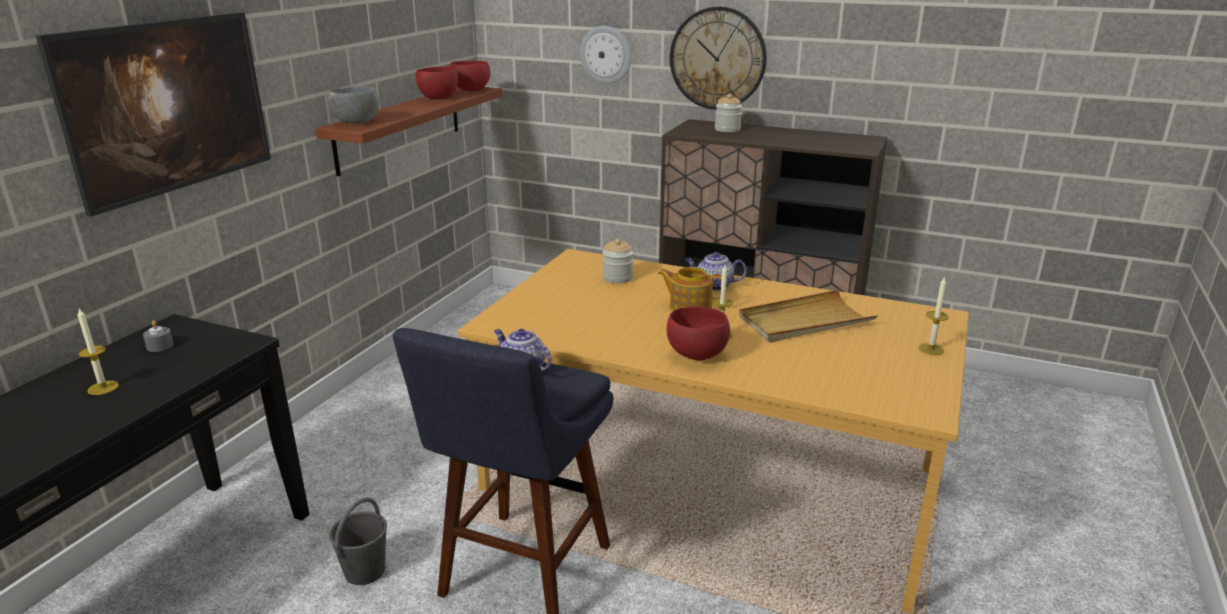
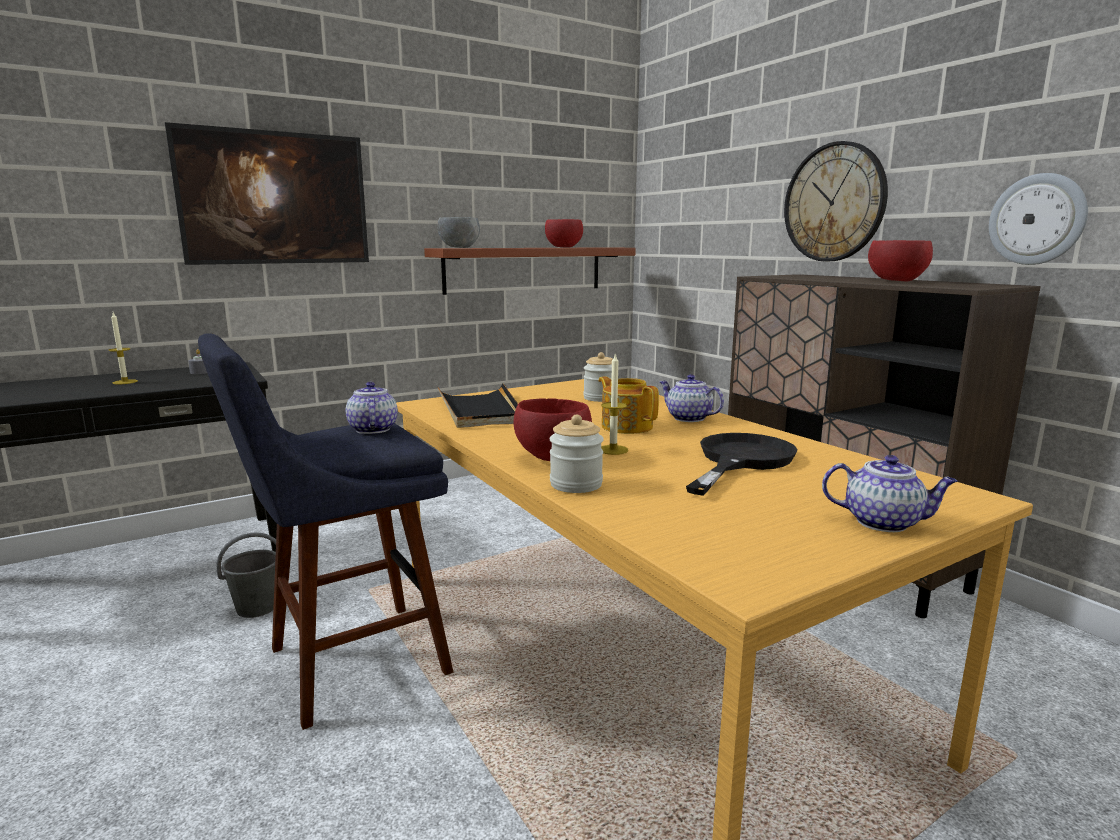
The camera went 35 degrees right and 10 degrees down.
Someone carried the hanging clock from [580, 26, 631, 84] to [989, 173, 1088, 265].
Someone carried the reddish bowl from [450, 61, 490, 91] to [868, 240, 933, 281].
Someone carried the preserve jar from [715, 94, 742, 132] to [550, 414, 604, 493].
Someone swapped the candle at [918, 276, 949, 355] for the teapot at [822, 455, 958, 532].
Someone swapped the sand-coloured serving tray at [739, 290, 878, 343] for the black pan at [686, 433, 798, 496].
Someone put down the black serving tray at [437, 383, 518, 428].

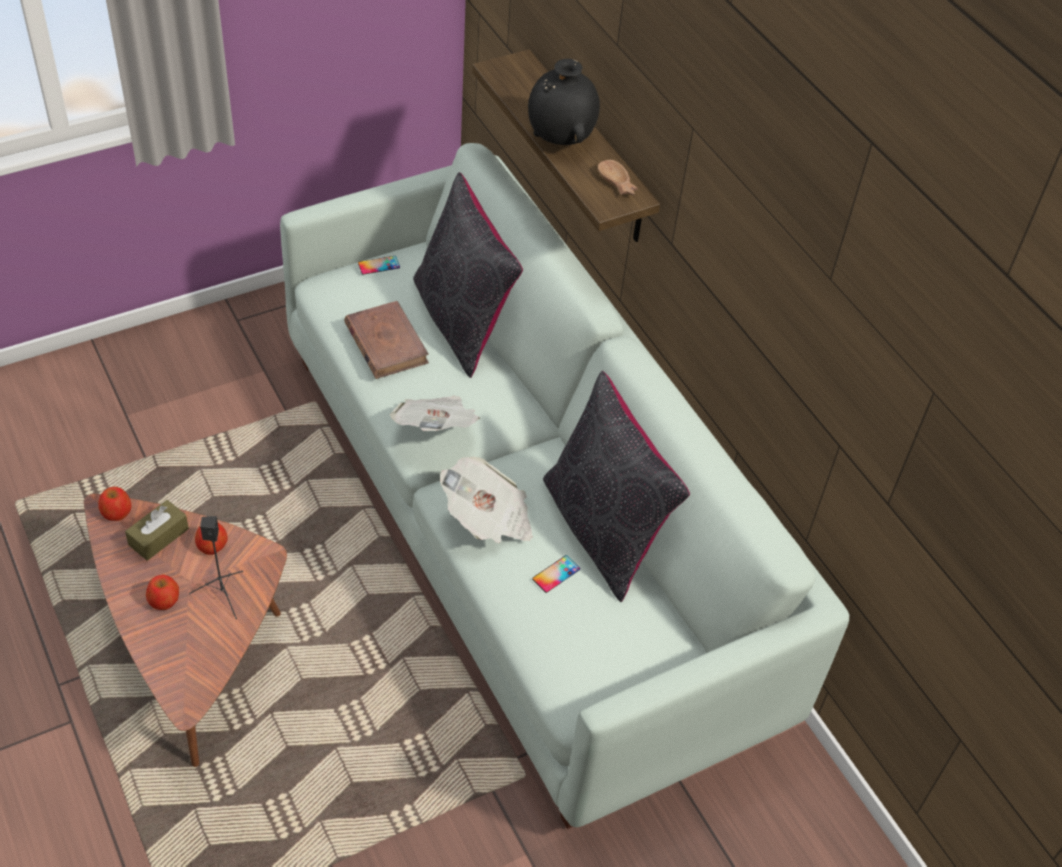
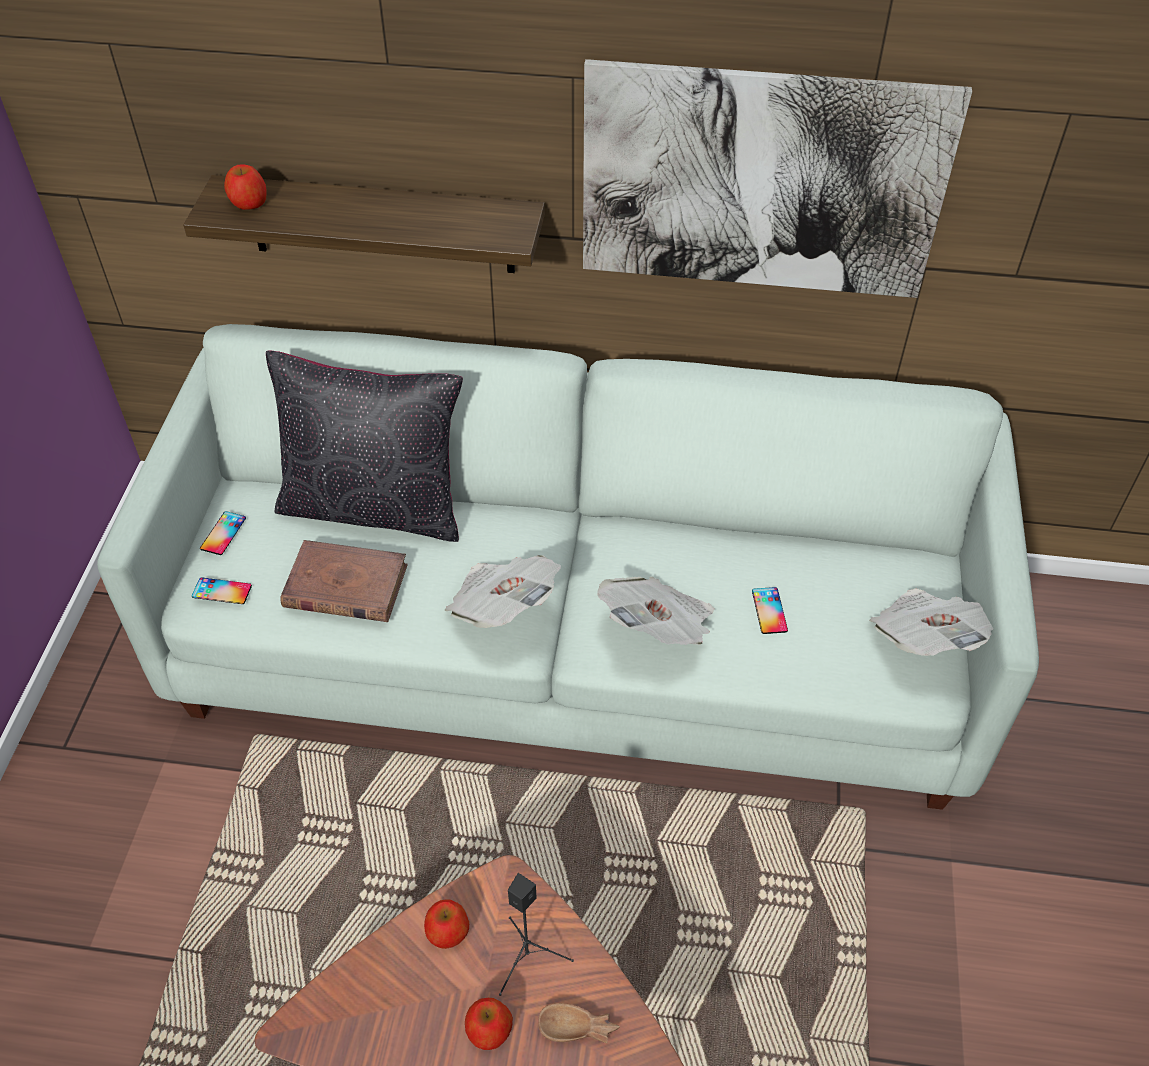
The camera went 50 degrees left and 0 degrees up.
Someone took away the black decorative vase at [528, 59, 600, 145].
Someone carried the brown-coloured bowl from [598, 160, 638, 195] to [538, 1003, 620, 1043].
Someone took away the black pillow at [543, 371, 690, 602].
Someone carried the apple fruit from [98, 487, 131, 521] to [224, 164, 267, 210].
Someone took away the brown-coloured tissue box at [125, 500, 189, 561].
Someone put up the wall art at [583, 59, 972, 298].
Someone put down the telephone at [192, 577, 252, 604].
Someone put down the daily paper at [869, 589, 993, 656].

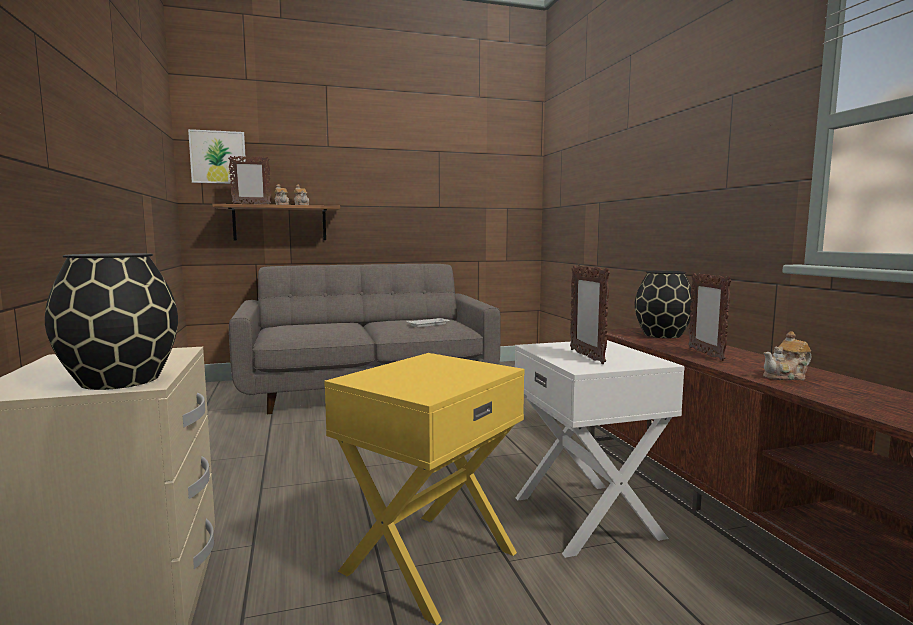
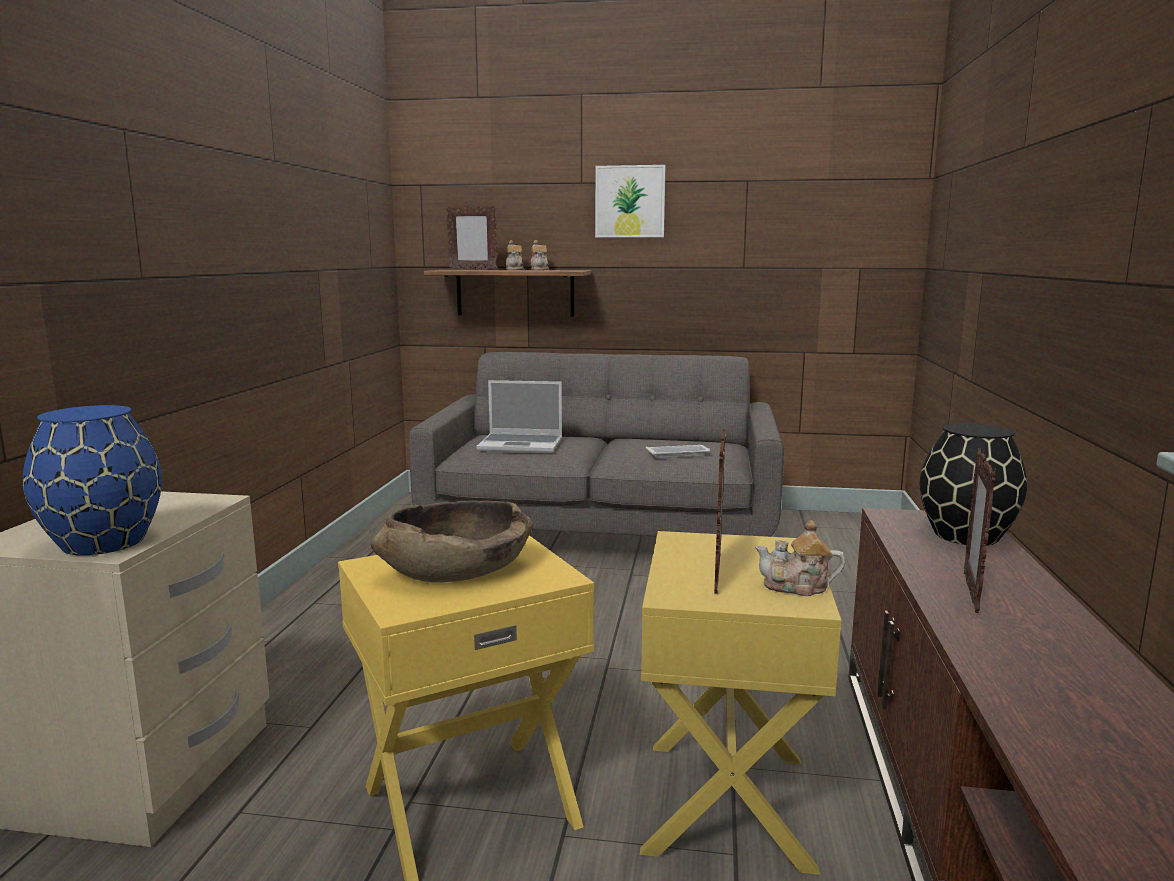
The camera went 25 degrees right and 5 degrees up.
Someone carried the wall art from [188, 129, 246, 184] to [595, 165, 666, 238].
Someone repainted the black decorative vase at [45, 253, 178, 390], which became the blue-coloured decorative vase at [22, 405, 162, 555].
Someone carried the teapot from [763, 331, 811, 380] to [755, 520, 845, 596].
Someone repainted the whitish side table at [515, 340, 685, 558], which became the yellow side table at [640, 531, 842, 875].
Someone put down the portable computer at [476, 380, 562, 453].
Someone put down the brown-coloured bowl at [371, 500, 533, 583].

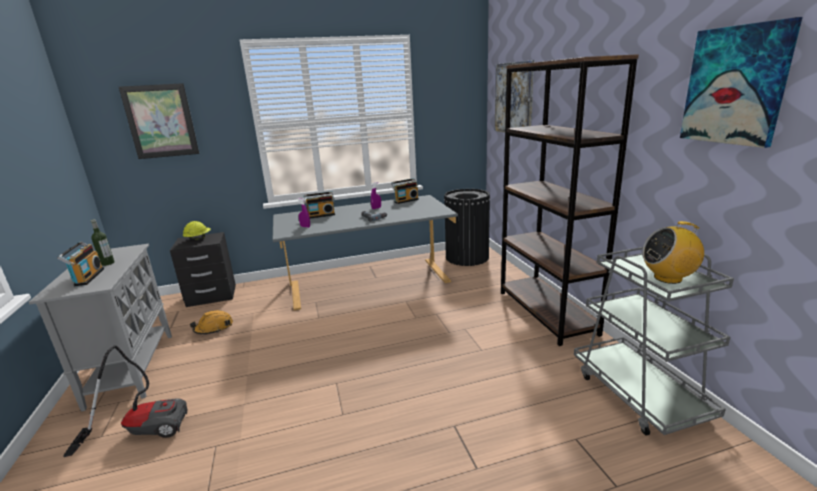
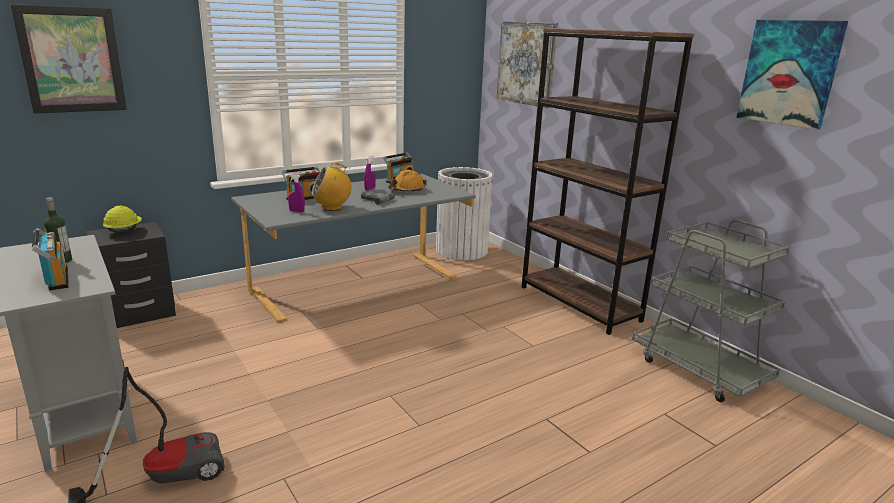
The camera went 20 degrees left and 0 degrees up.
Someone repainted the black waste bin at [444, 189, 490, 266], which became the whitish waste bin at [436, 167, 493, 260].
Someone carried the radio receiver from [642, 221, 704, 284] to [312, 162, 352, 211].
Someone carried the orangey safety helmet from [190, 310, 233, 334] to [388, 170, 427, 192].

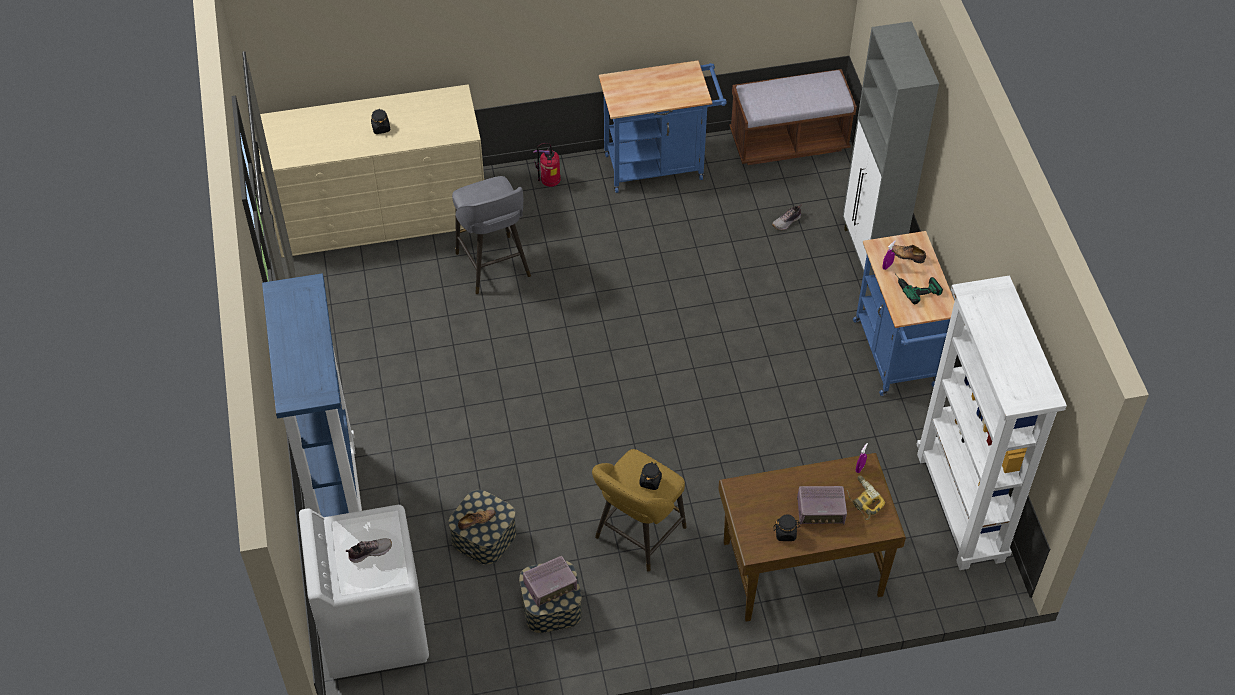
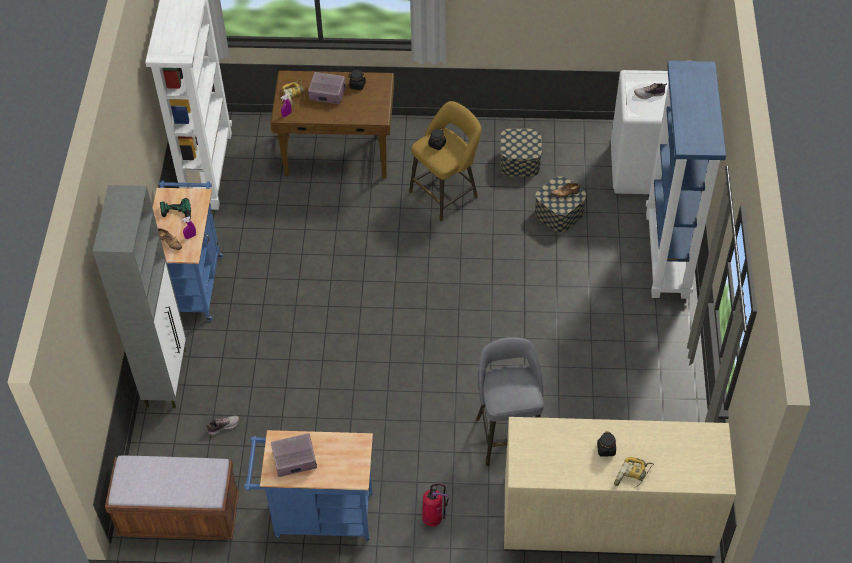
The camera went 165 degrees left and 0 degrees up.
Someone carried the radio receiver from [523, 556, 577, 607] to [271, 433, 317, 477].
Someone put down the electric drill at [614, 457, 654, 489].

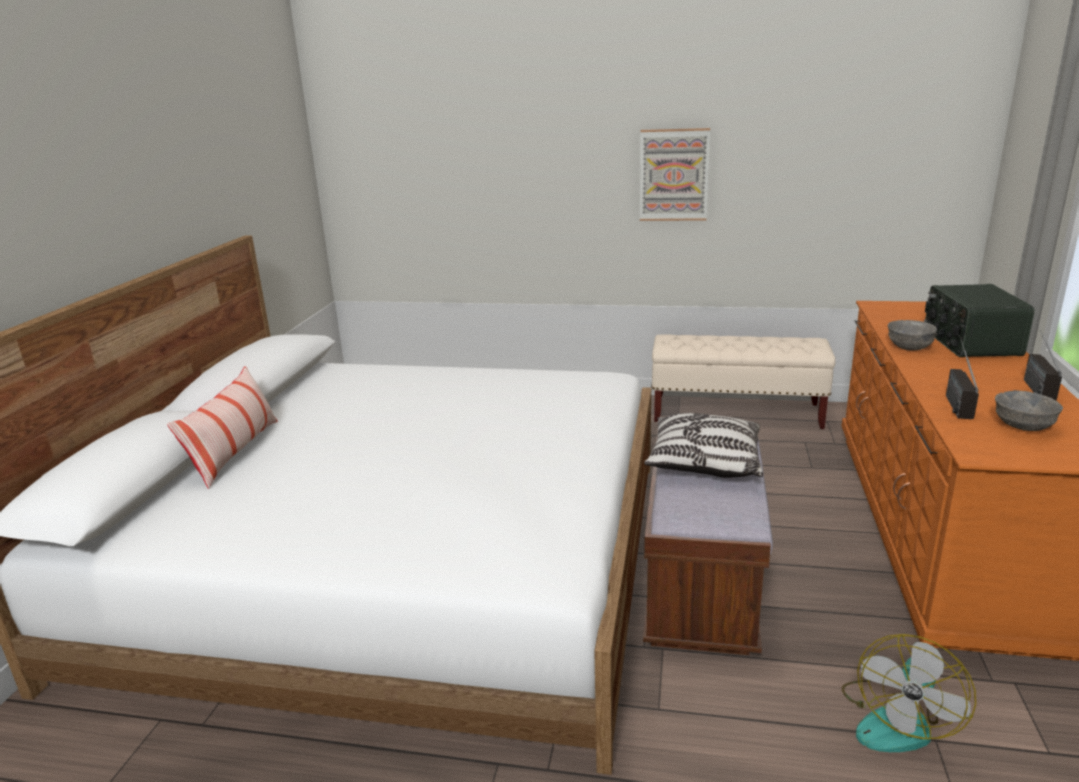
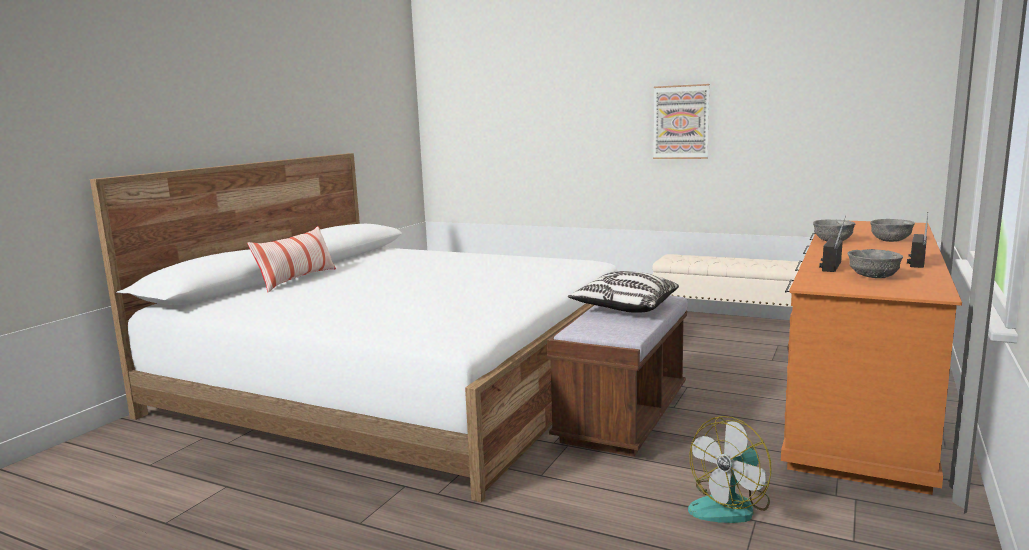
The camera went 15 degrees right and 10 degrees down.
Someone swapped the radio receiver at [924, 284, 1035, 357] for the greyish bowl at [870, 219, 915, 242].

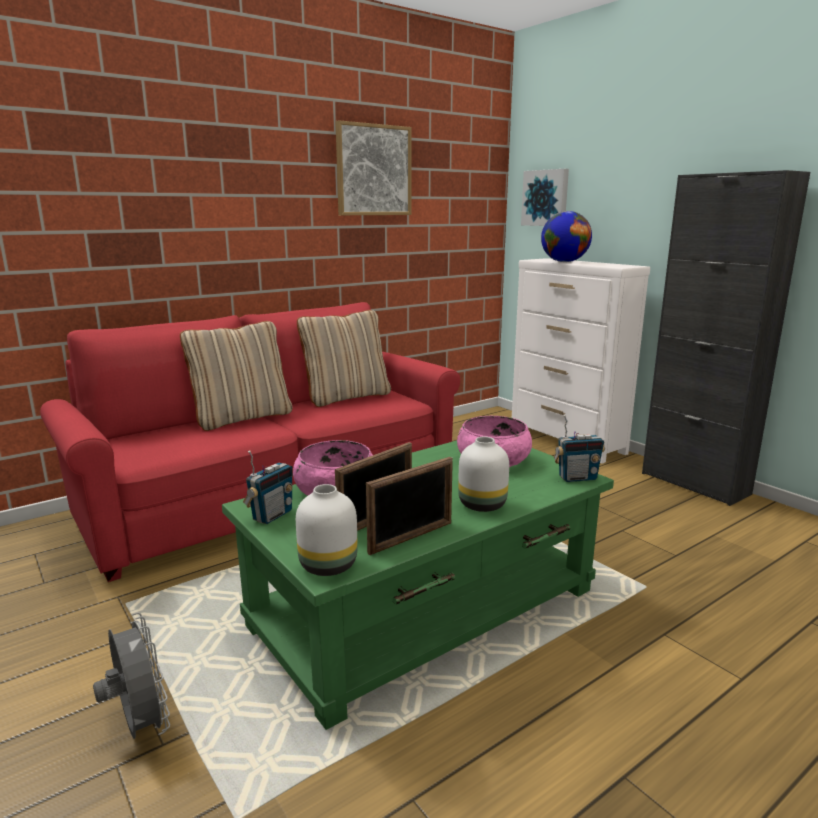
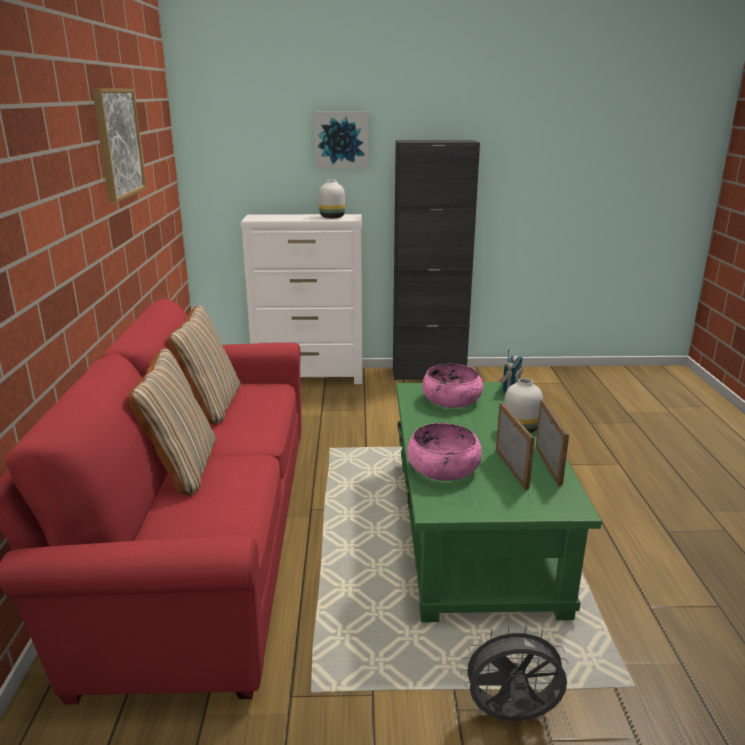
The camera went 55 degrees left and 5 degrees up.
Someone carried the wall art from [521, 169, 569, 226] to [314, 112, 368, 168].
Someone took away the globe at [541, 211, 592, 262].
Someone took away the radio receiver at [243, 450, 293, 524].
Someone carried the whitish decorative vase from [296, 484, 357, 576] to [319, 180, 345, 218].

